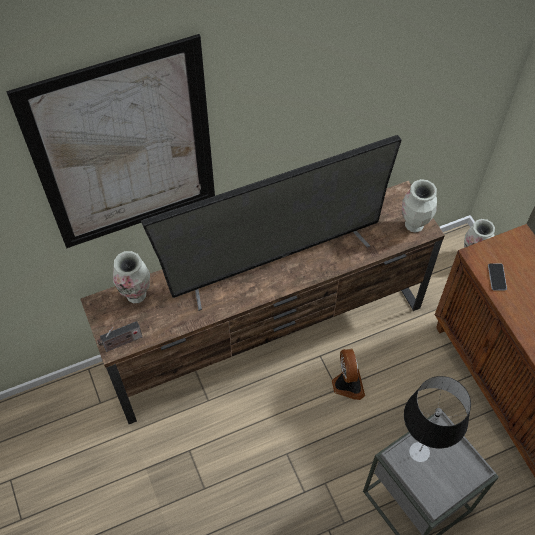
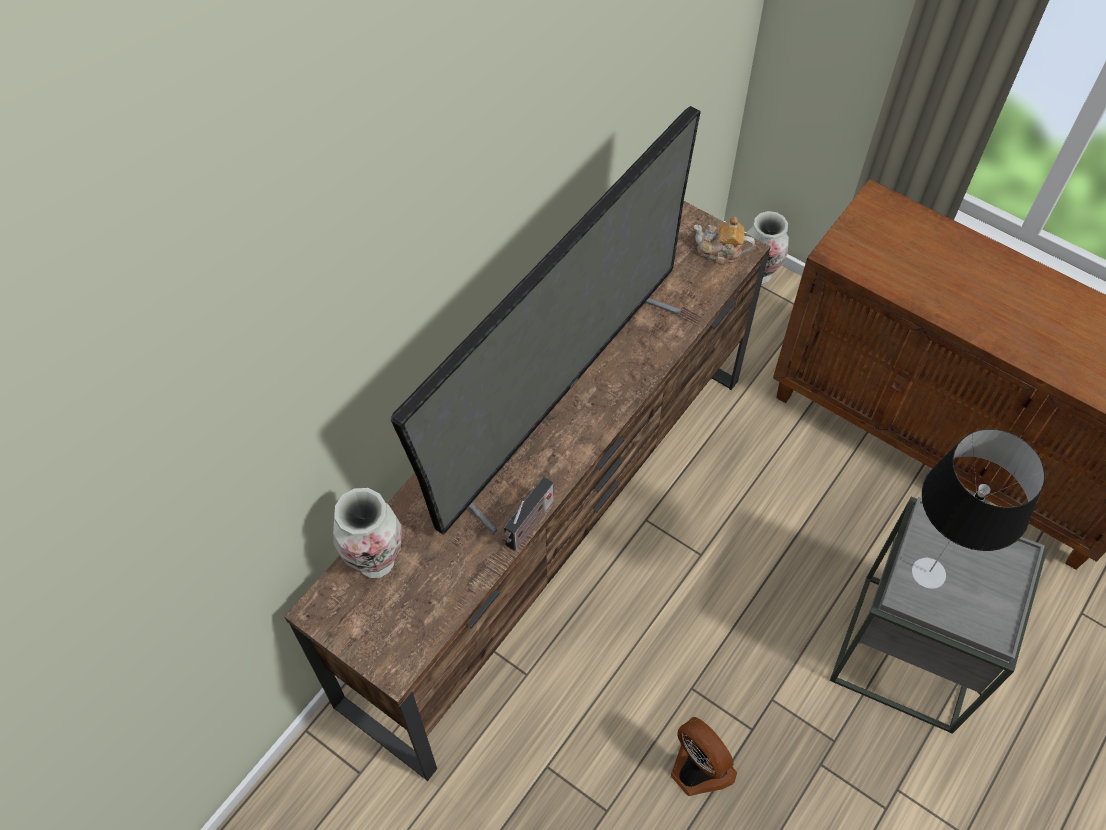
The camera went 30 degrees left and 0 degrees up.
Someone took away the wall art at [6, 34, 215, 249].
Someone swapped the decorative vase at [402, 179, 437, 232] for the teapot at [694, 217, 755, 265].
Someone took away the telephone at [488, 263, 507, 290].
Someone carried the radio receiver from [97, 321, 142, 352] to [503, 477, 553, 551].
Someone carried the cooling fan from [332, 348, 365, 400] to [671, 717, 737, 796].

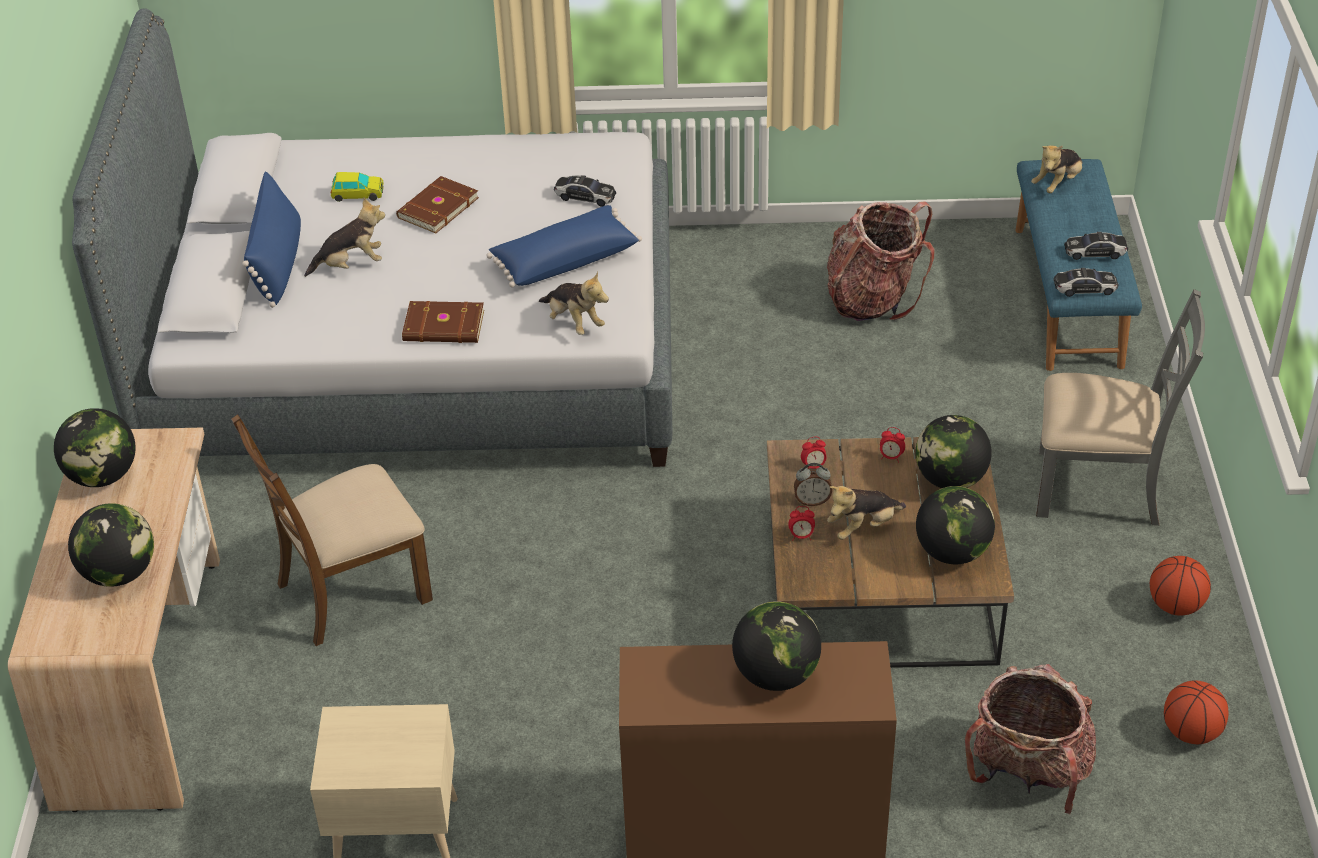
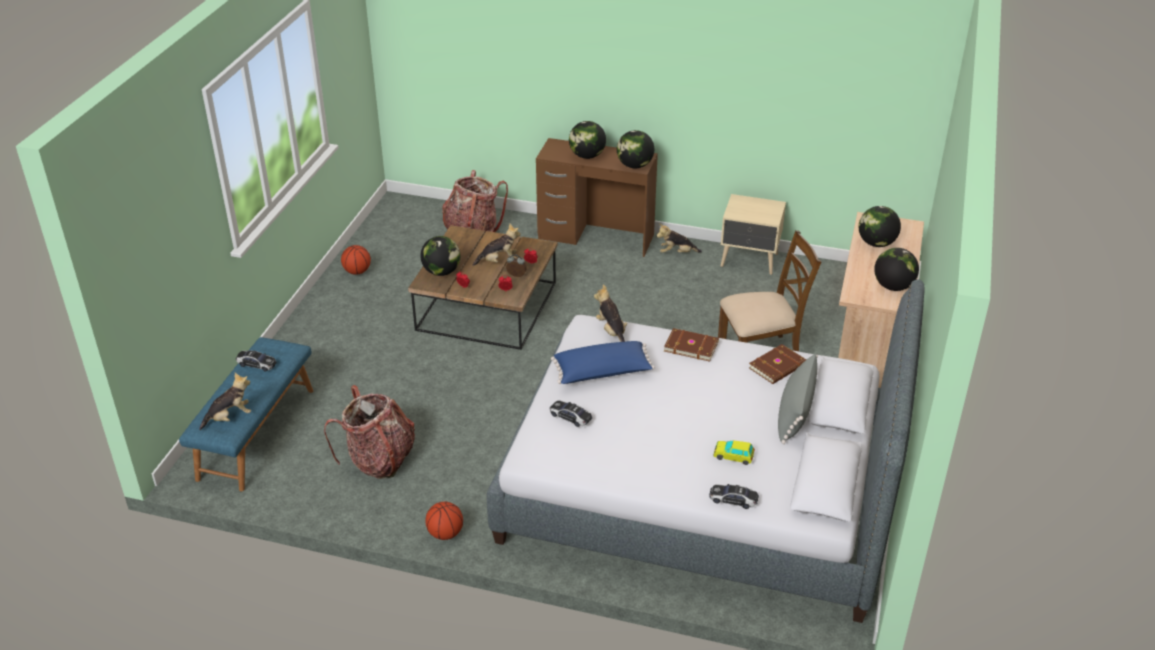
The camera went 165 degrees left and 5 degrees down.
Someone repainted the blue-coloured pillow at [242, 171, 301, 308], which became the greyish pillow at [778, 354, 818, 444].
Someone carried the brown-coloured bound book from [396, 176, 479, 233] to [749, 344, 806, 384].
Someone carried the plush toy from [304, 197, 385, 277] to [656, 224, 702, 253].
Someone carried the miniature car from [1053, 268, 1118, 297] to [709, 484, 759, 509].
Someone took away the greyish upright chair at [1036, 289, 1205, 526].
Someone carried the globe from [916, 486, 995, 564] to [617, 130, 654, 168].
Someone carried the basketball from [1164, 680, 1229, 744] to [425, 502, 463, 540].

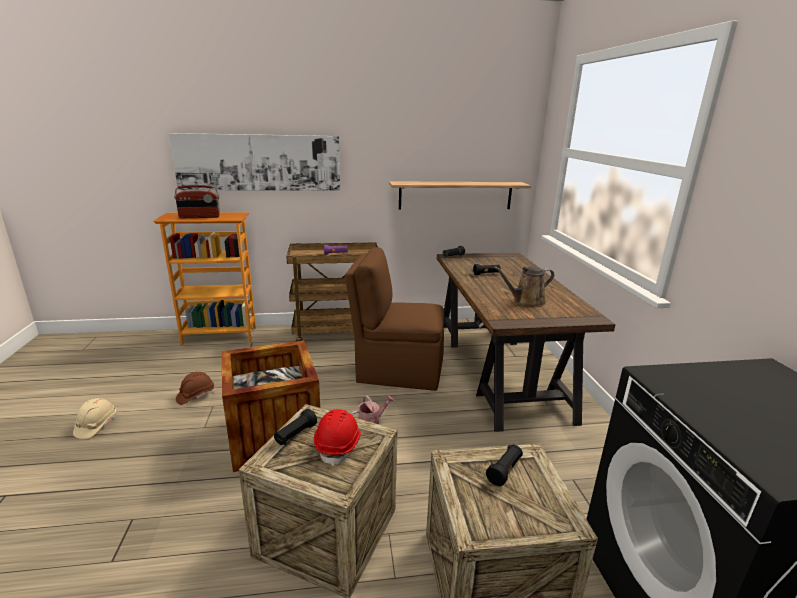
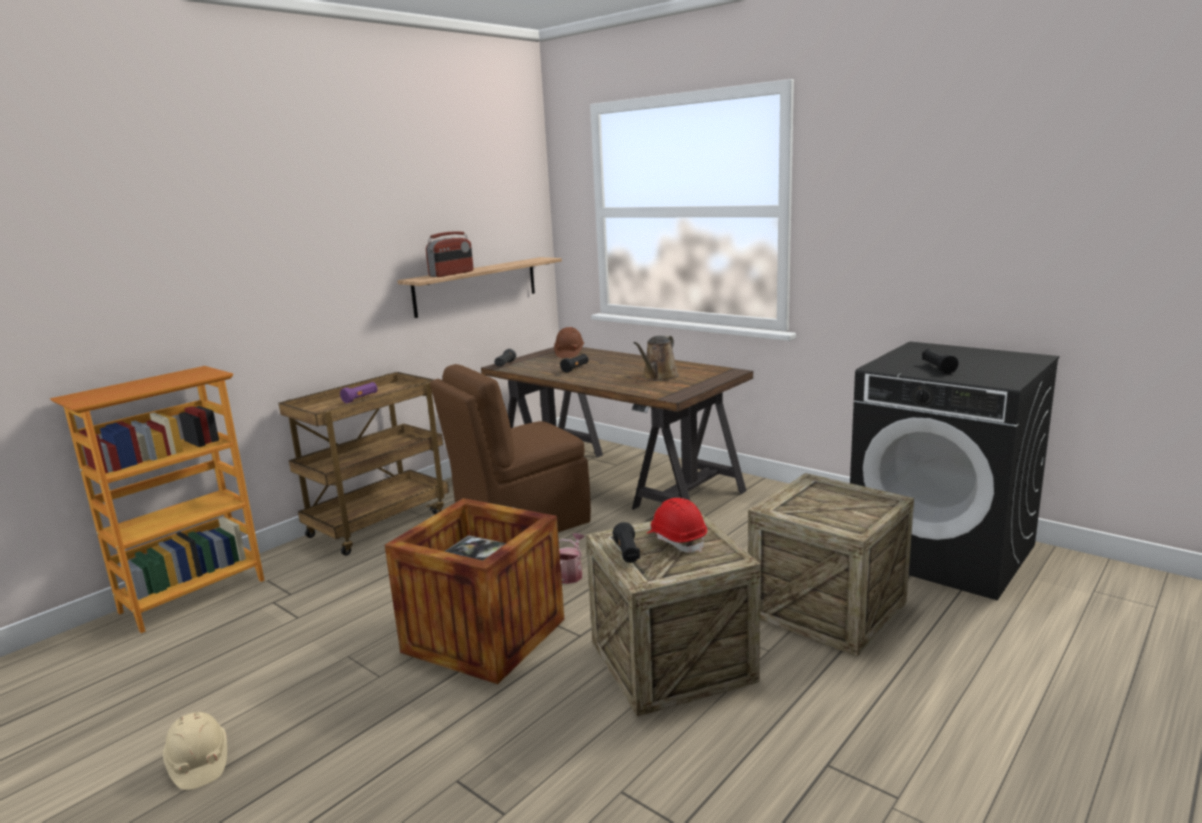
The camera went 40 degrees left and 5 degrees down.
Someone took away the wall art at [169, 133, 340, 191].
Someone carried the radio receiver from [174, 185, 220, 218] to [426, 232, 473, 277].
Someone carried the brown-coloured safety helmet from [176, 372, 215, 405] to [554, 327, 584, 358].
Someone carried the black flashlight from [486, 444, 523, 486] to [922, 348, 959, 374].

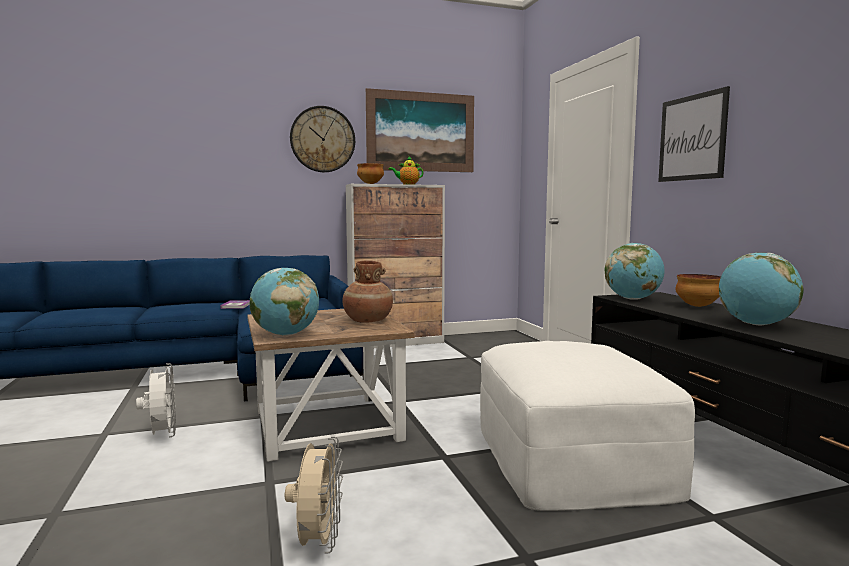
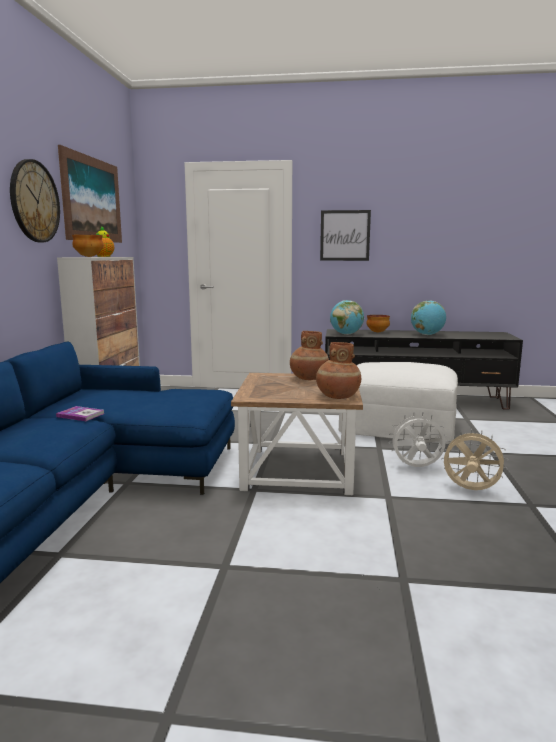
The camera went 65 degrees left and 5 degrees up.
Someone swapped the globe at [250, 268, 319, 336] for the brown-coloured decorative vase at [316, 342, 361, 399].
Someone carried the whitish cooling fan from [136, 363, 176, 437] to [389, 412, 446, 467].

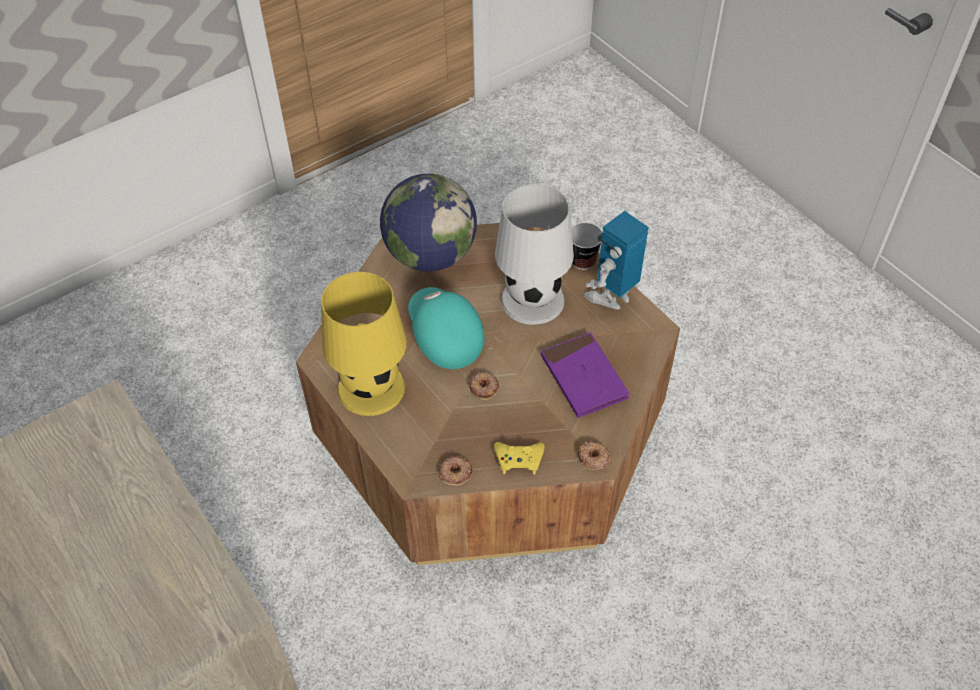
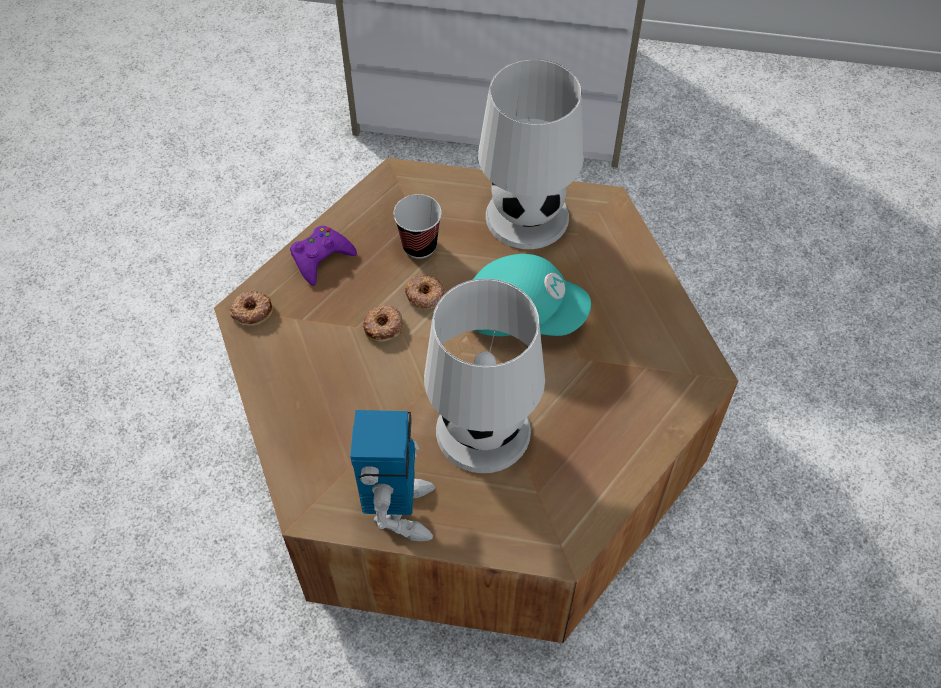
The camera went 135 degrees right and 5 degrees up.
Someone took away the globe at [380, 174, 477, 271].
Someone carried the drinking cup from [572, 223, 602, 270] to [393, 194, 442, 259].
Someone repainted the yellow table lamp at [321, 272, 407, 416], which became the whitish table lamp at [478, 59, 584, 249].
Someone took away the purple-coloured bound book at [541, 332, 629, 418].
Someone repainted the yellow gamepad at [494, 442, 545, 474], which became the purple-coloured gamepad at [290, 226, 357, 286].
Someone carried the donut from [438, 456, 473, 486] to [363, 305, 403, 342].

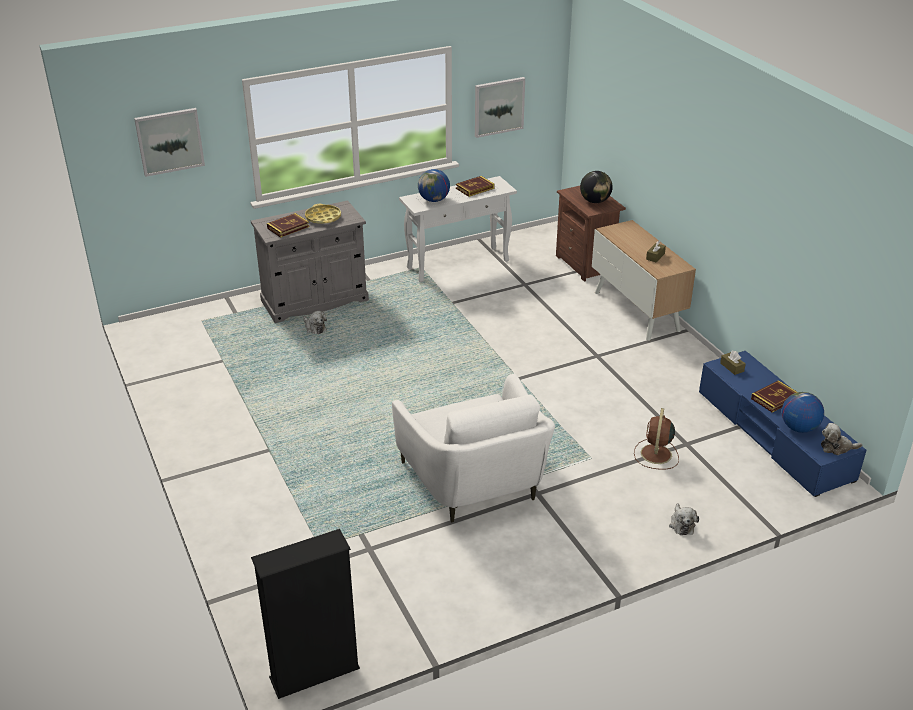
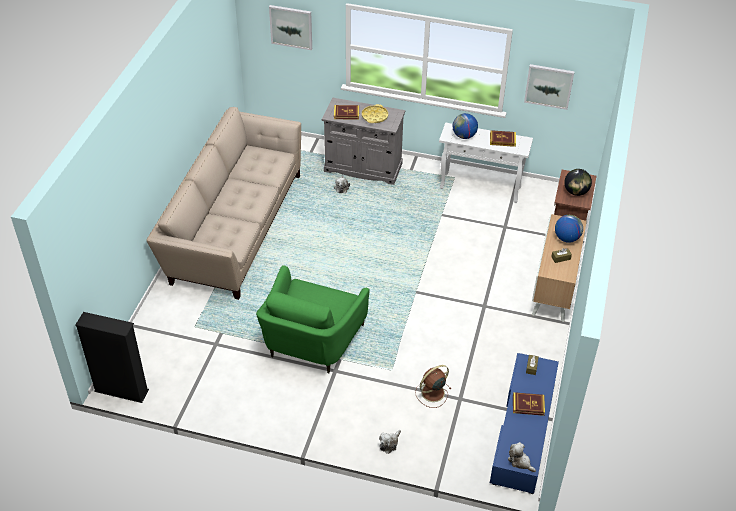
The camera went 40 degrees right and 10 degrees up.
Someone repainted the whitish armchair at [392, 374, 555, 523], which became the greenish armchair at [256, 265, 370, 373].
Someone carried the globe from [782, 392, 824, 433] to [555, 215, 583, 243].
Someone put down the sand-coloured sofa at [146, 107, 301, 300].

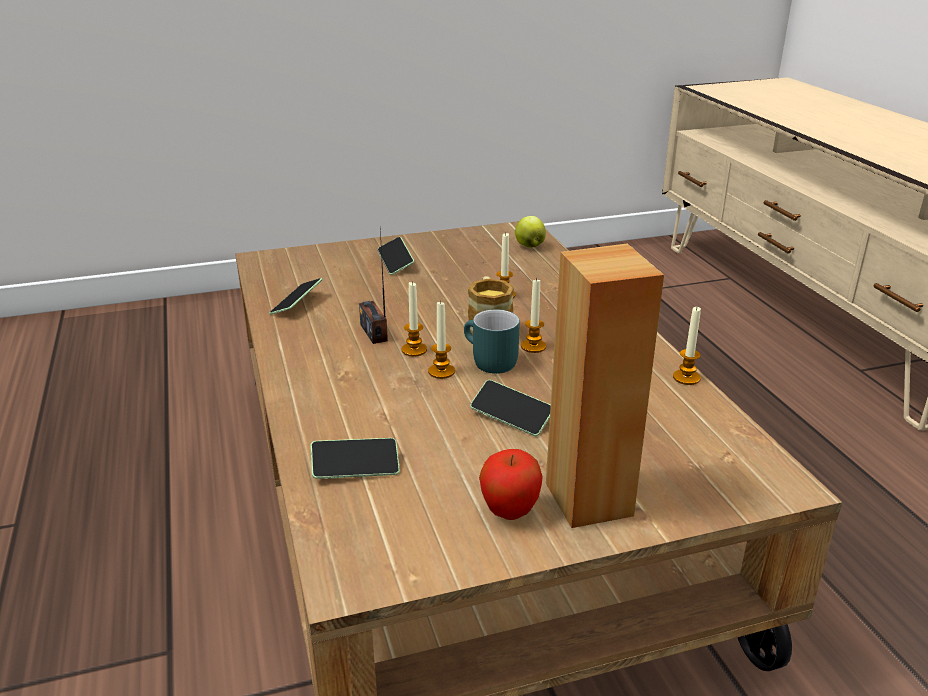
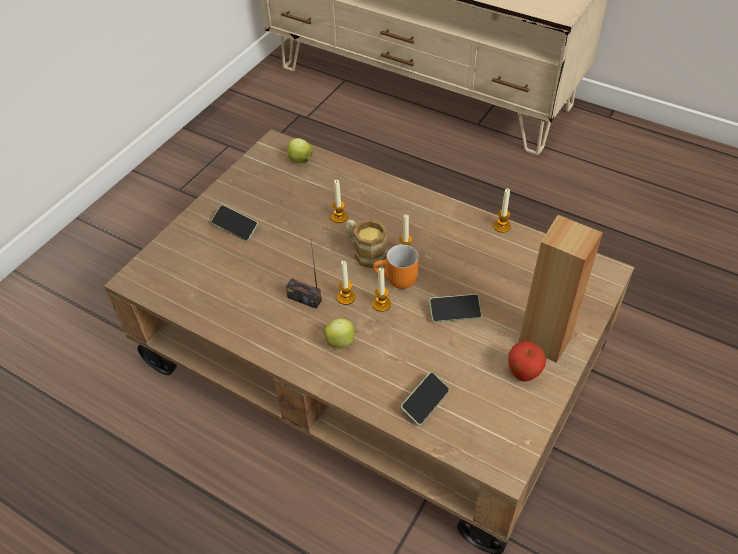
The camera went 40 degrees left and 20 degrees up.
Someone took away the telephone at [269, 278, 322, 315].
Someone repainted the turquoise tea mug at [464, 309, 520, 374], which became the orangey tea mug at [373, 244, 419, 289].
Someone put down the apple fruit at [323, 318, 358, 348].

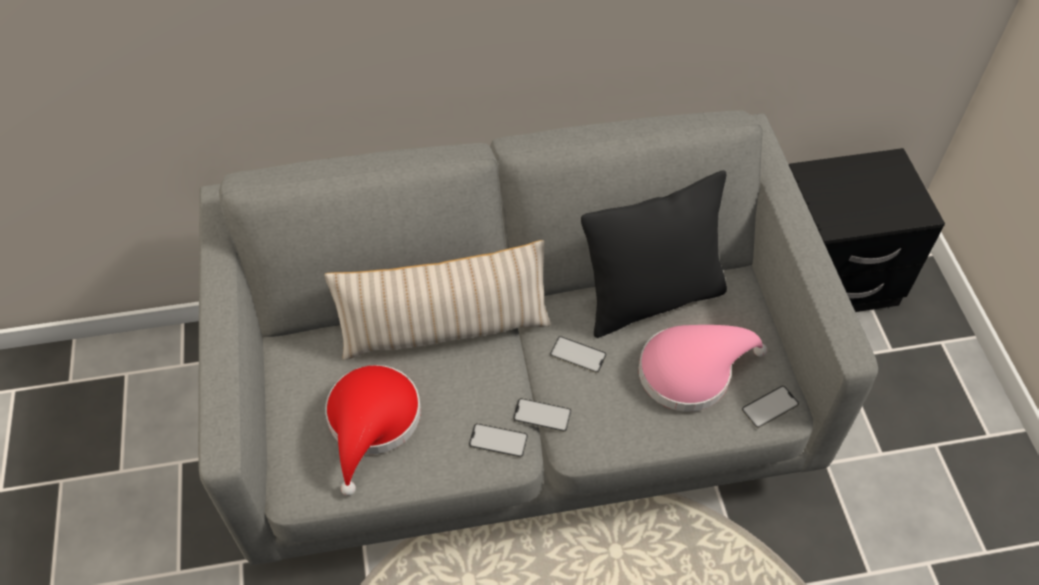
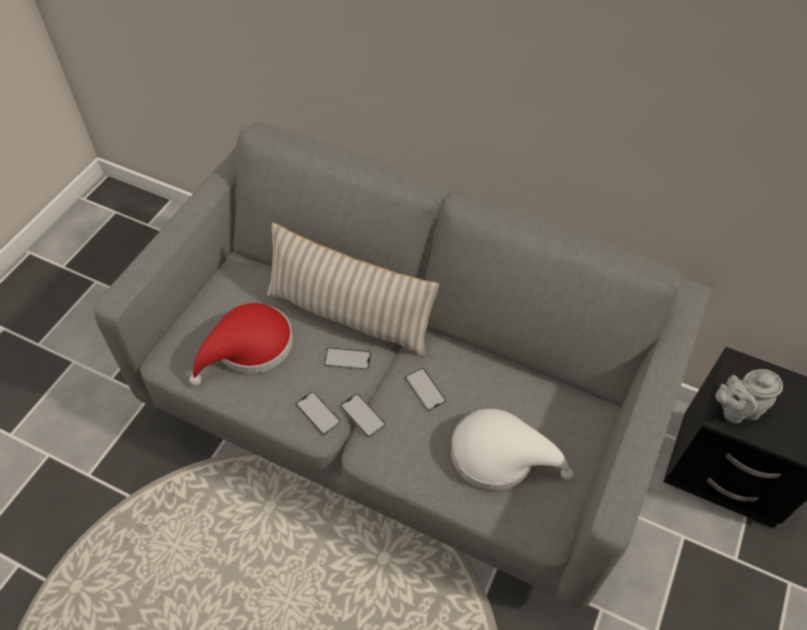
The camera went 35 degrees right and 0 degrees up.
Someone took away the black pillow at [581, 171, 727, 338].
Someone repainted the pinkish wearable hat at [638, 325, 767, 412], which became the whitish wearable hat at [451, 409, 574, 491].
Someone carried the telephone from [742, 385, 799, 428] to [324, 347, 371, 370].
Someone put down the greyish teapot at [715, 369, 783, 424].

